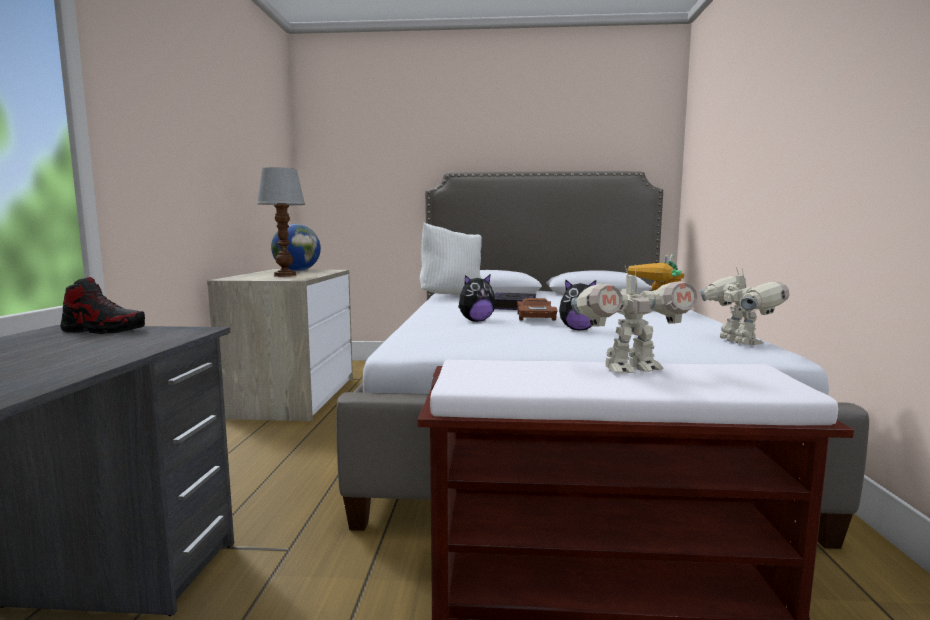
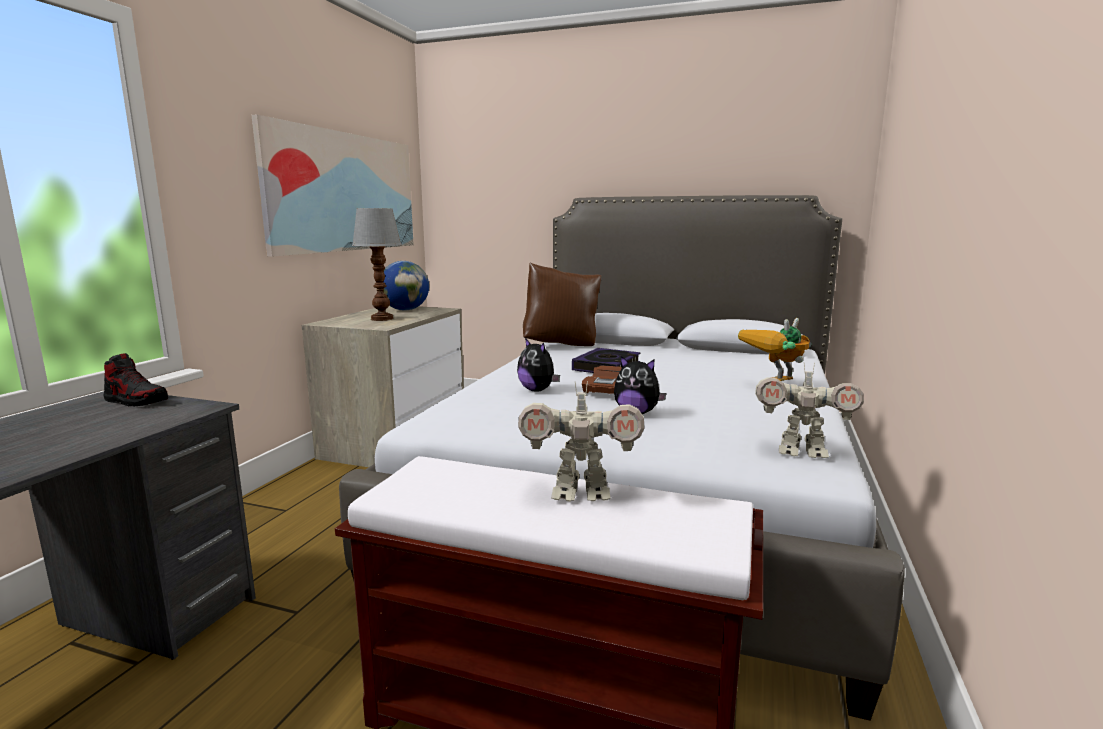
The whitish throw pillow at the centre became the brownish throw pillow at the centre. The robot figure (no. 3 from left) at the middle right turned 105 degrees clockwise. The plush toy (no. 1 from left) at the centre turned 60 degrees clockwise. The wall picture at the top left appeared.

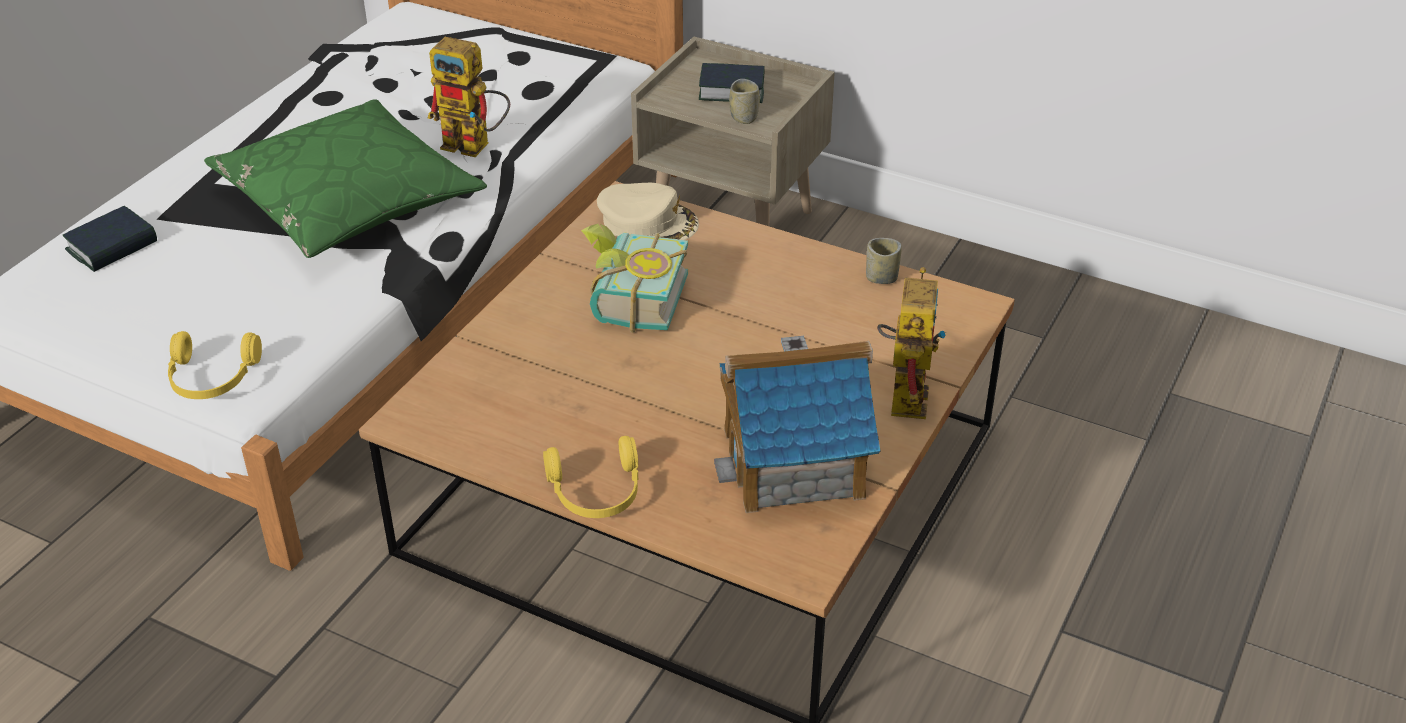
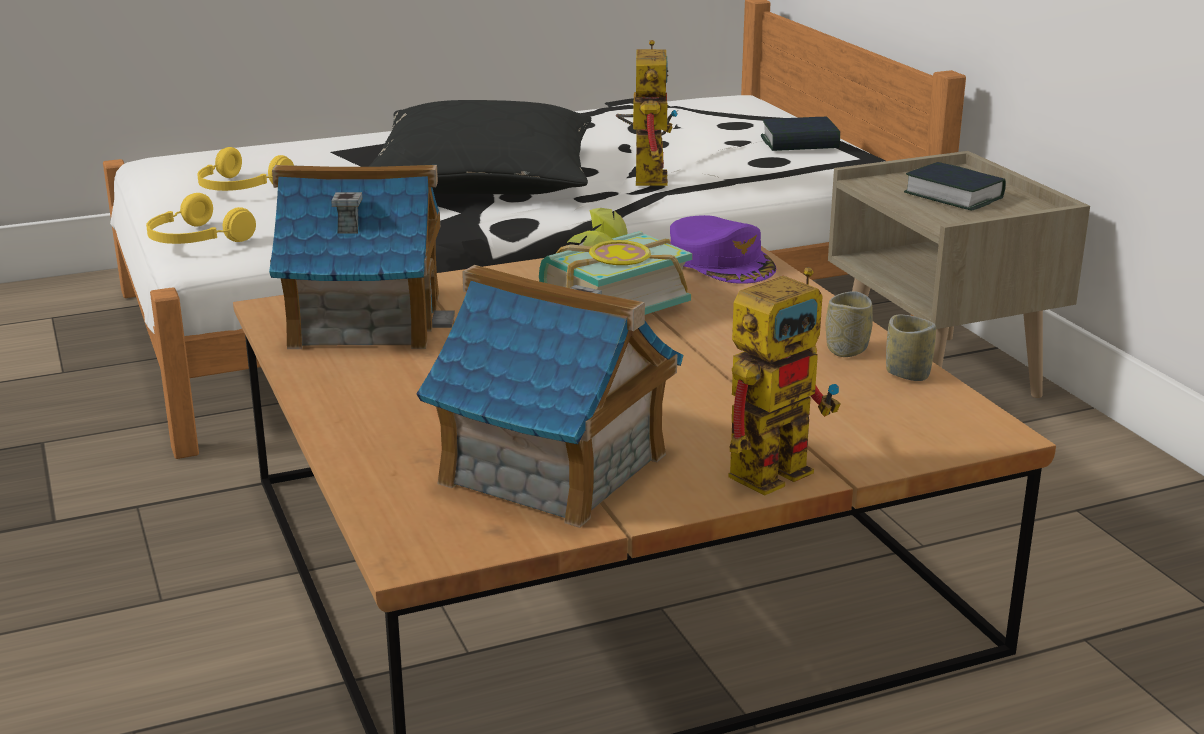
The robot figure (no. 1 from left) at the top left turned 150 degrees counterclockwise. The drinking cup (no. 1 from left) moved from the top centre to the middle right. The green-coloured throw pillow at the top left became the blackish throw pillow at the top centre. The beige-coloured baseball cap at the top centre became the purple-coloured baseball cap at the centre. The volume (no. 1 from left in the first image) moved from the top left to the top centre. The yellowish pair of headphones (no. 2 from left) moved from the centre to the top left. The toy house (no. 1 from left) at the middle left appeared.

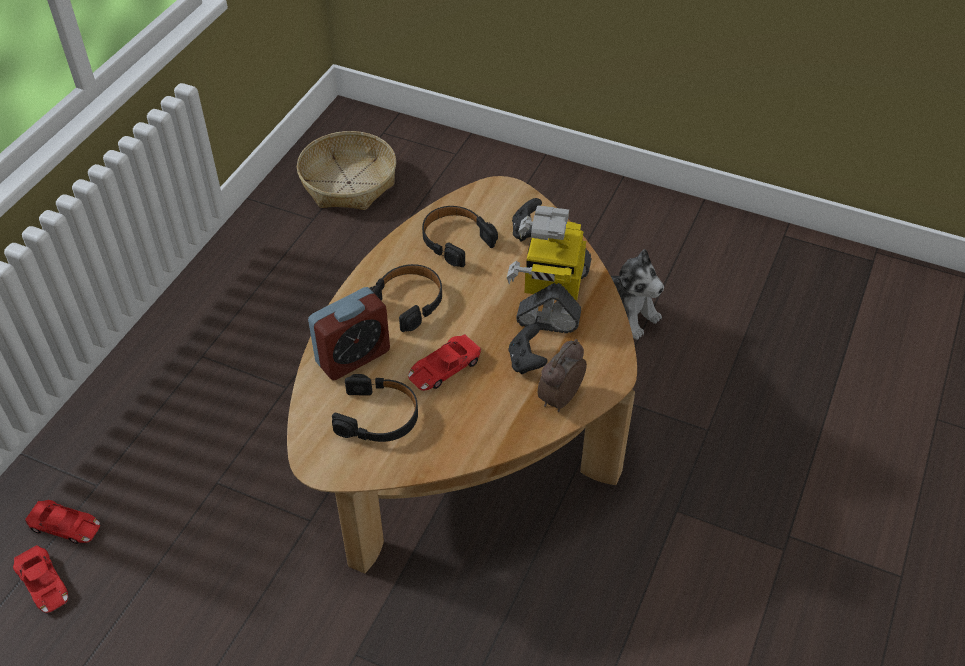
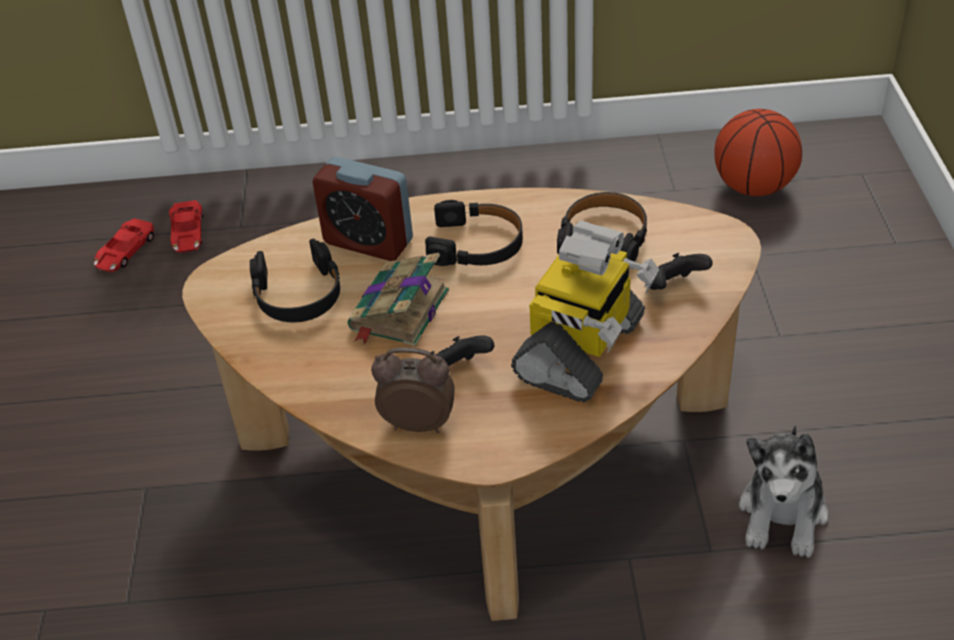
The basket at the top centre was replaced by the ball for basketball at the top right. The robot figure at the centre turned 135 degrees clockwise. The reddish miniature car (no. 3 from left) at the centre was replaced by the volume at the centre.

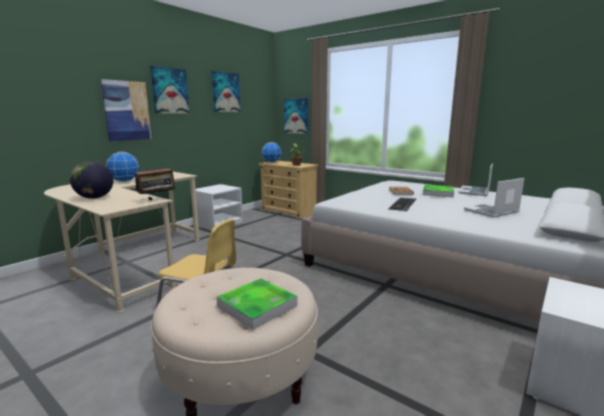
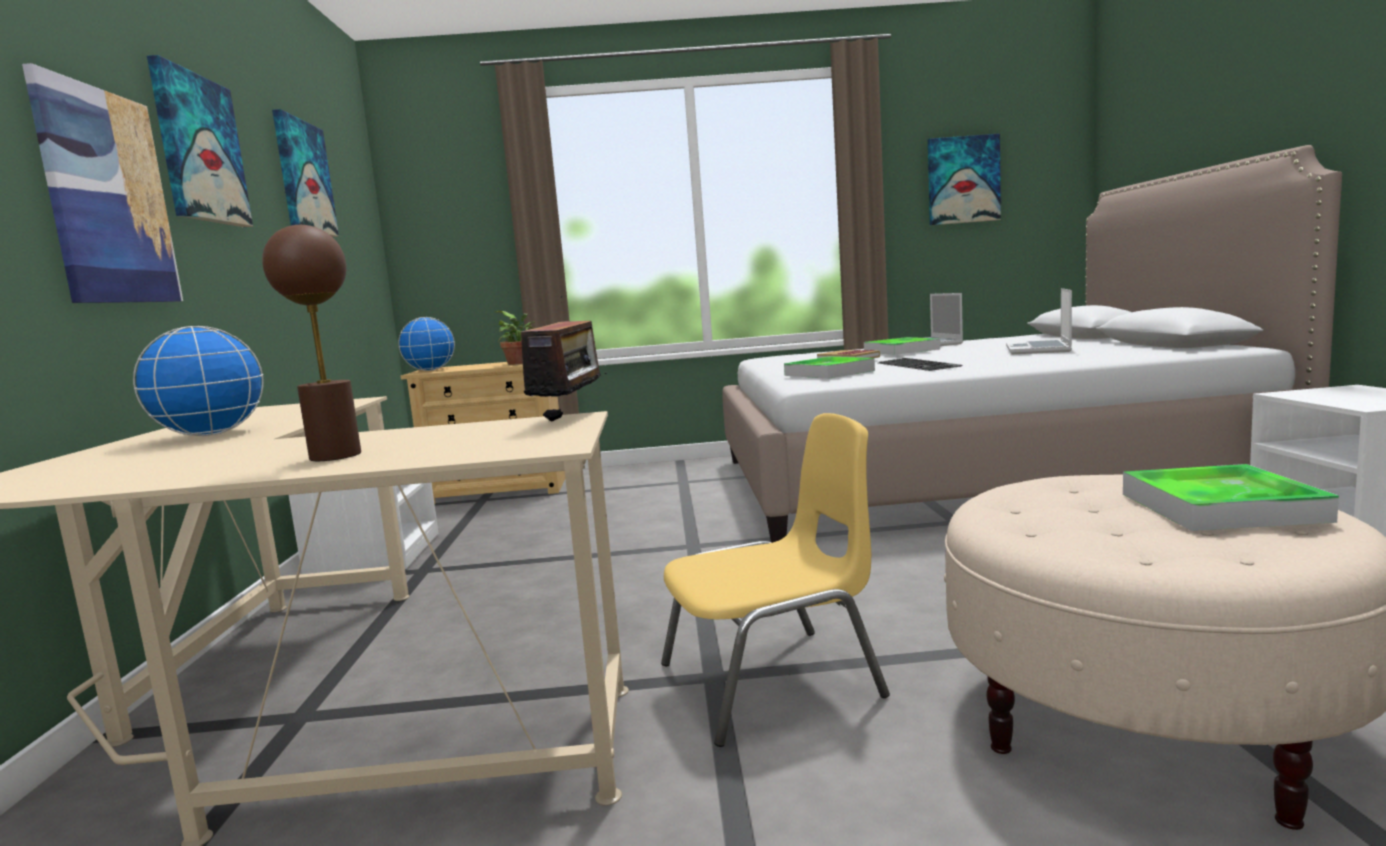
The wall picture (no. 4 from left) moved from the top centre to the top right. The world globe (no. 1 from left) at the middle left was replaced by the brownish tabletop lamp at the middle left. The tray (no. 1 from left) at the centre appeared.

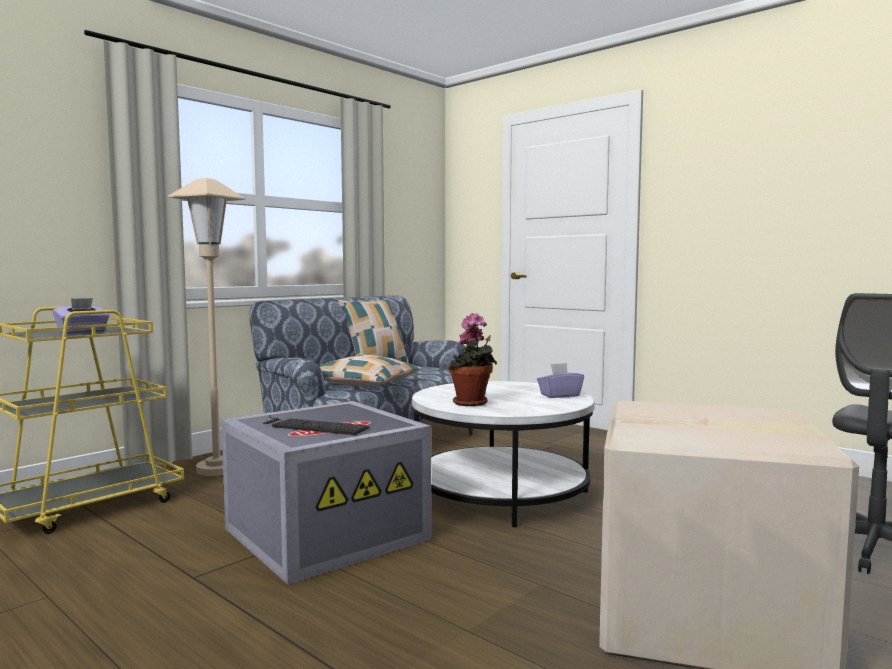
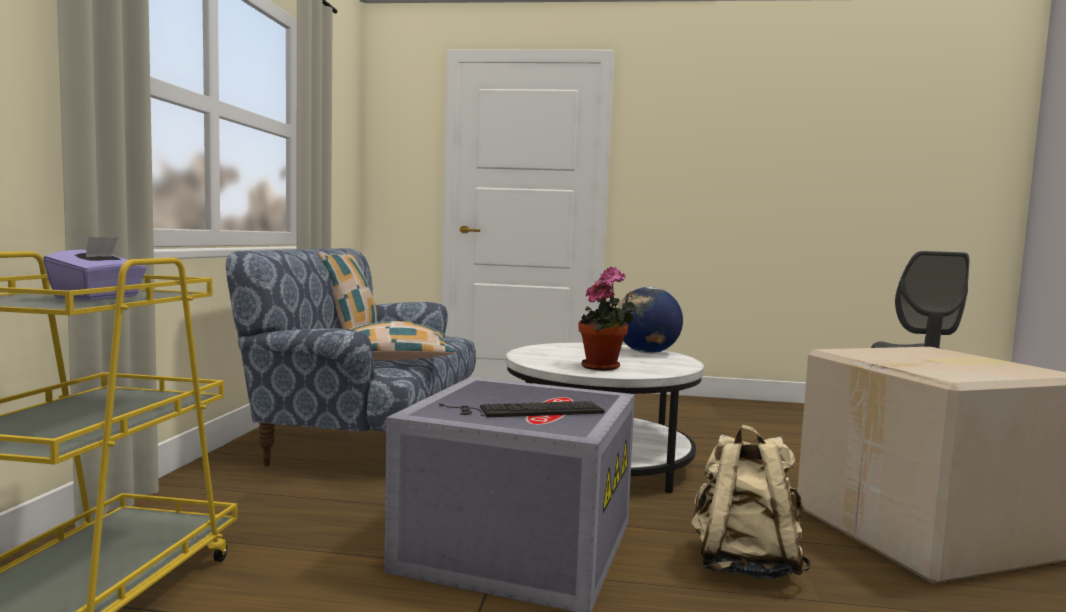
The beige-coloured floor lamp at the middle left disappeared. The purple-coloured box of tissues (no. 2 from left) at the centre was replaced by the world globe at the centre. The beige-coloured knapsack at the bottom right appeared.

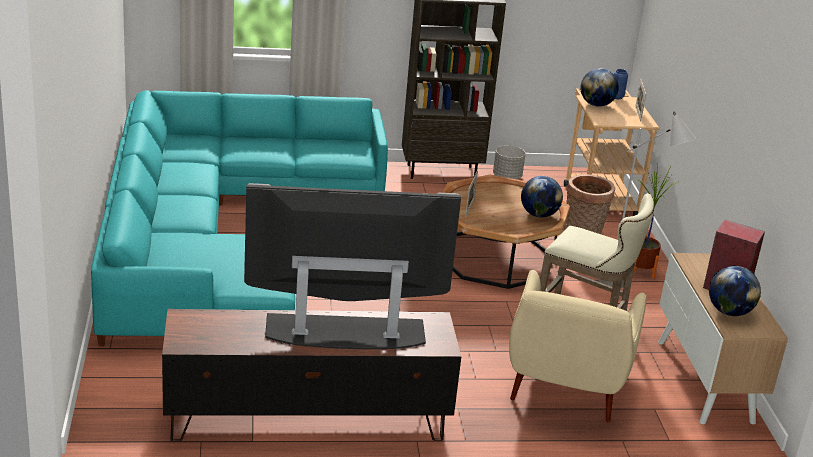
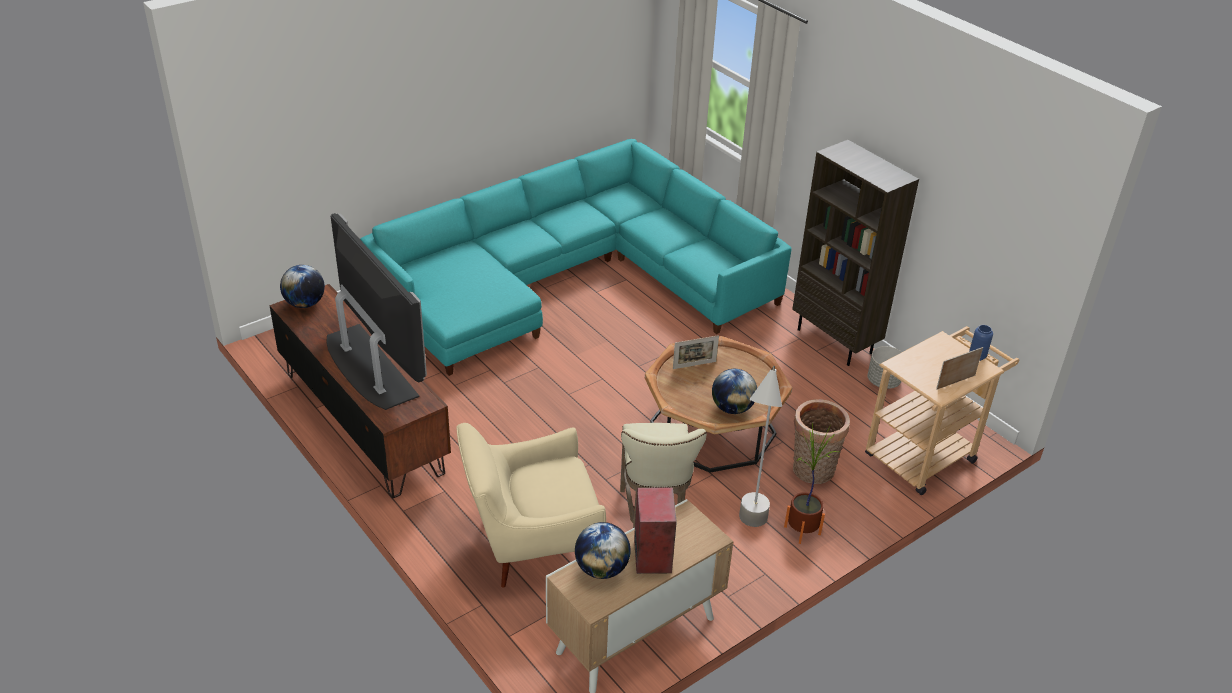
The world globe (no. 2 from left in the first image) moved from the top right to the middle left.

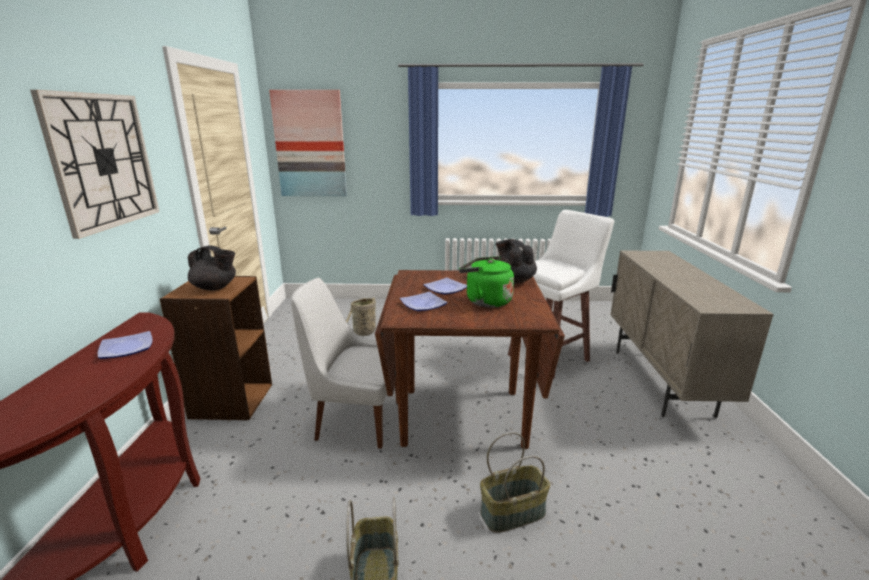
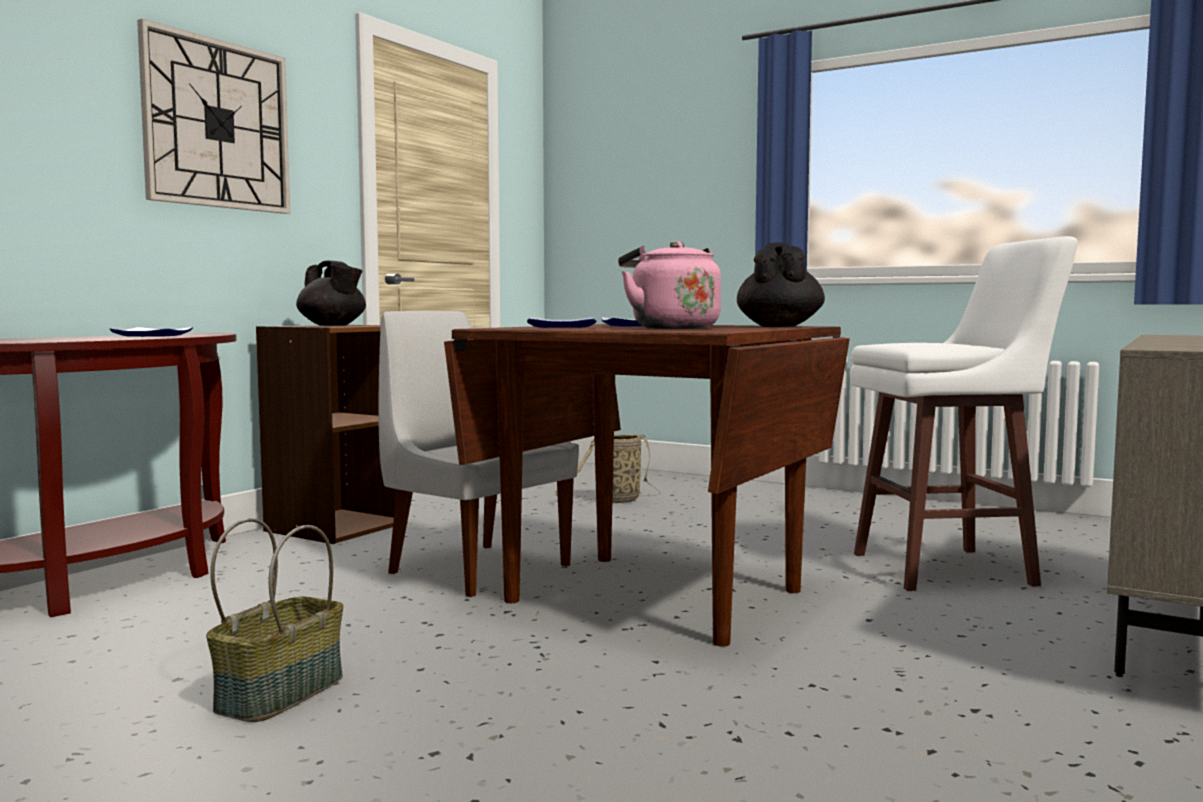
The wall picture at the top centre disappeared. The green-coloured tea kettle at the centre became the pink tea kettle at the centre. The basket (no. 3 from left) at the bottom centre disappeared.

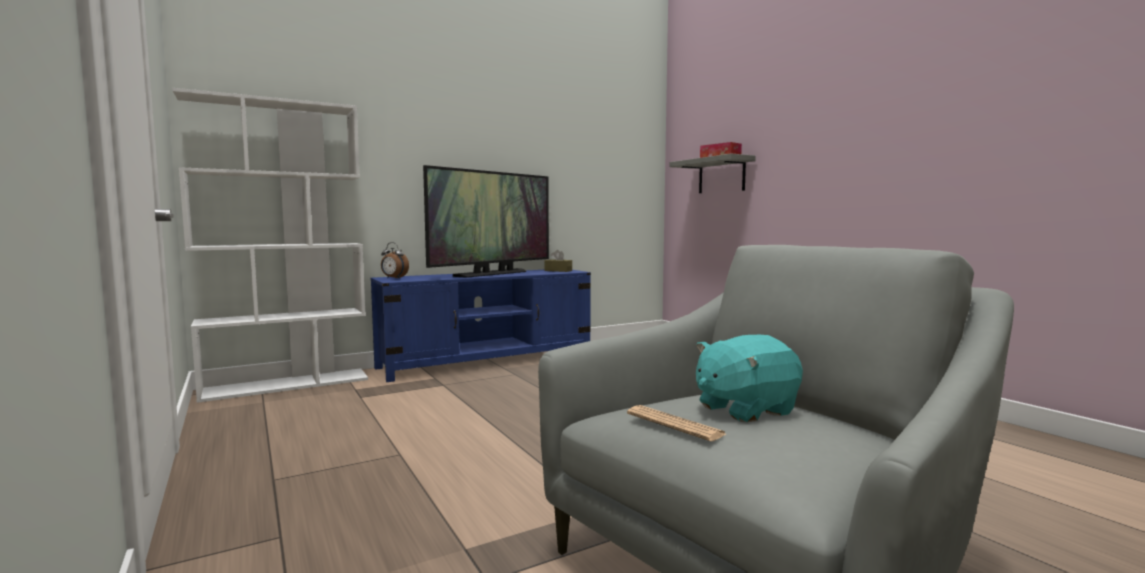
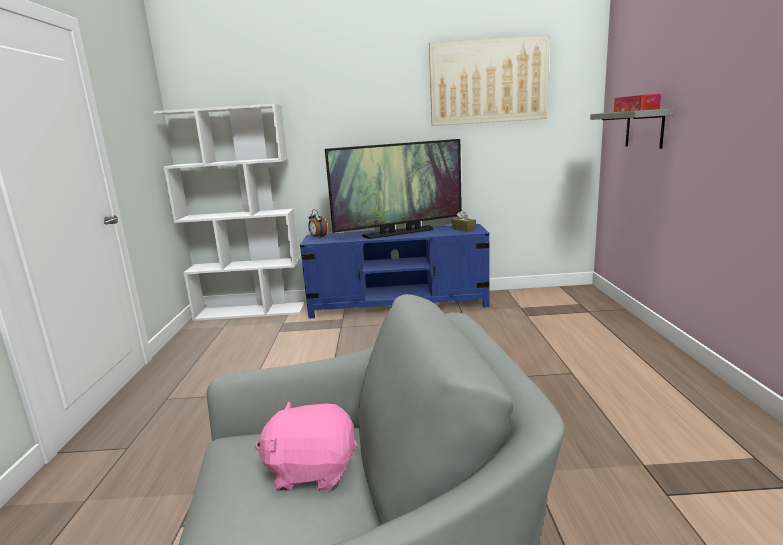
The turquoise plush toy at the centre became the pink plush toy at the bottom centre. The newspaper at the bottom centre disappeared. The wall picture at the top centre appeared.

